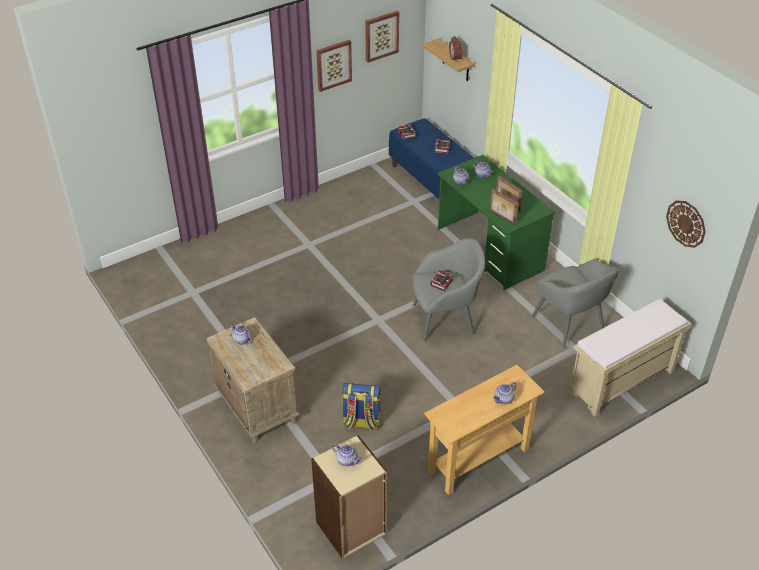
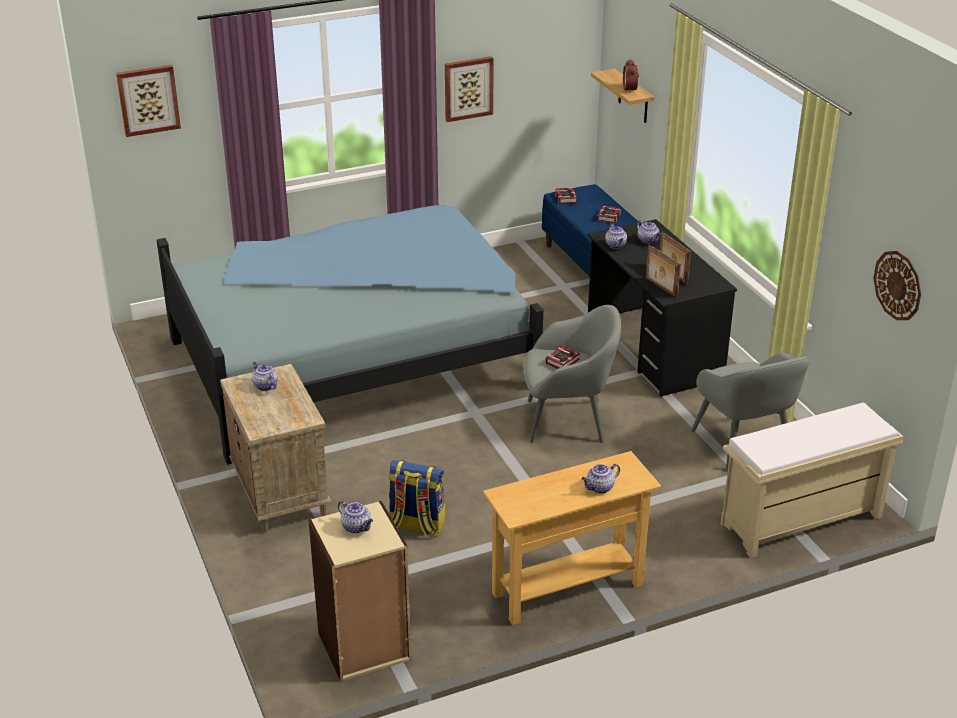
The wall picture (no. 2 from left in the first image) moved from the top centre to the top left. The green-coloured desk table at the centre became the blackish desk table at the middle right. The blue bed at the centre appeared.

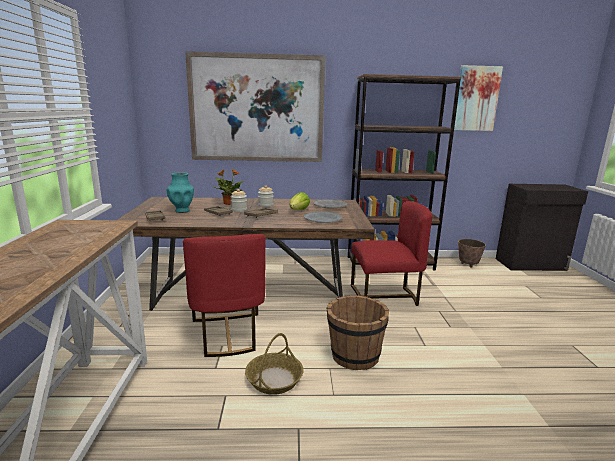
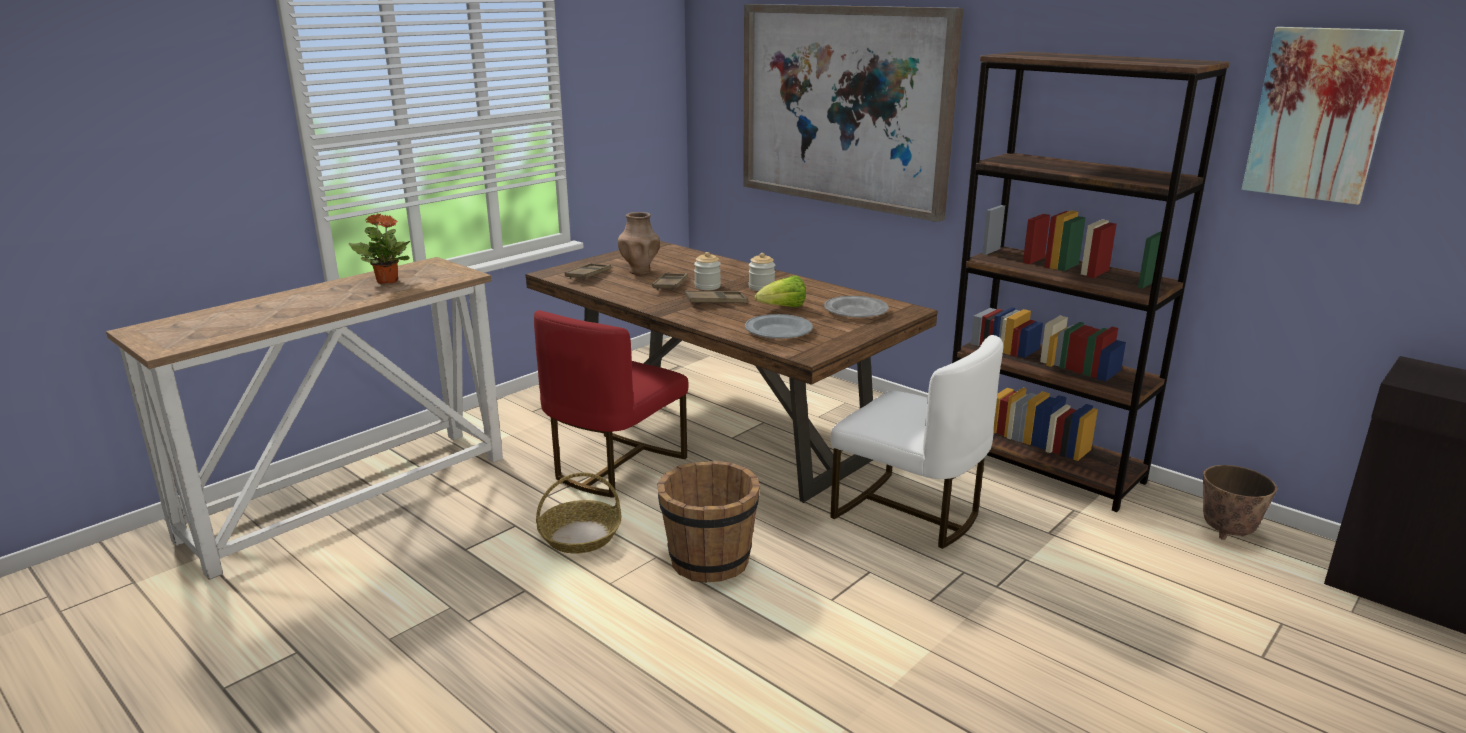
The houseplant moved from the centre to the middle left. The turquoise flower vase at the middle left became the brownish flower vase at the top centre. The reddish upright chair (no. 2 from left) at the centre became the whitish upright chair at the centre.

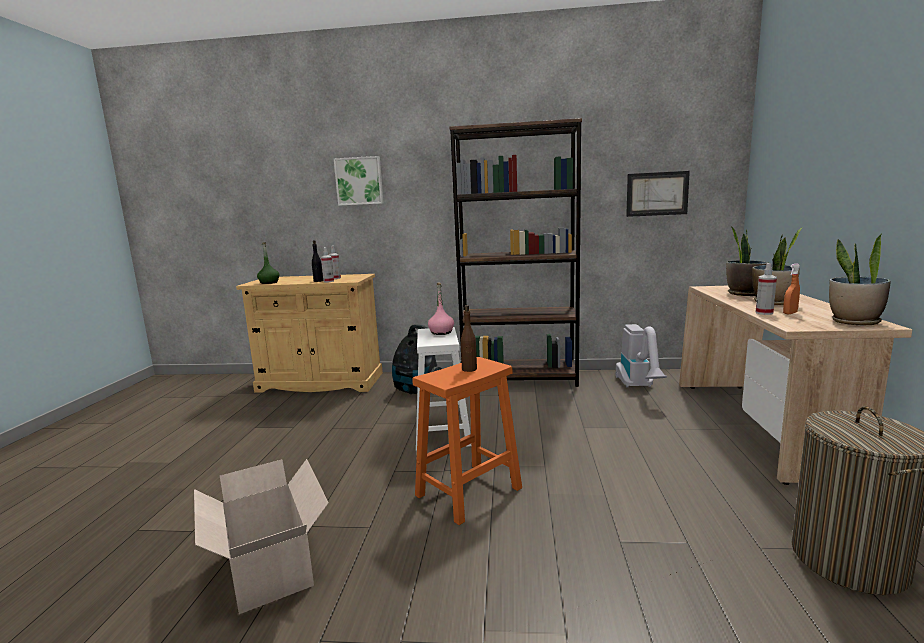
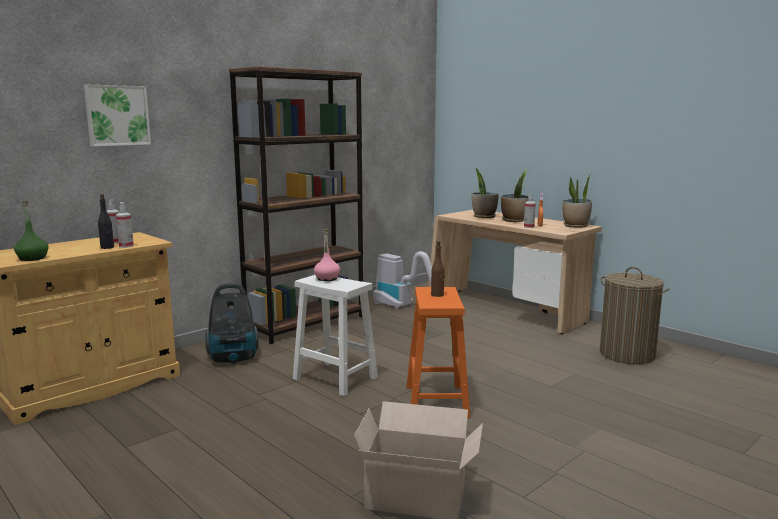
The wall picture (no. 2 from left) at the top right disappeared.

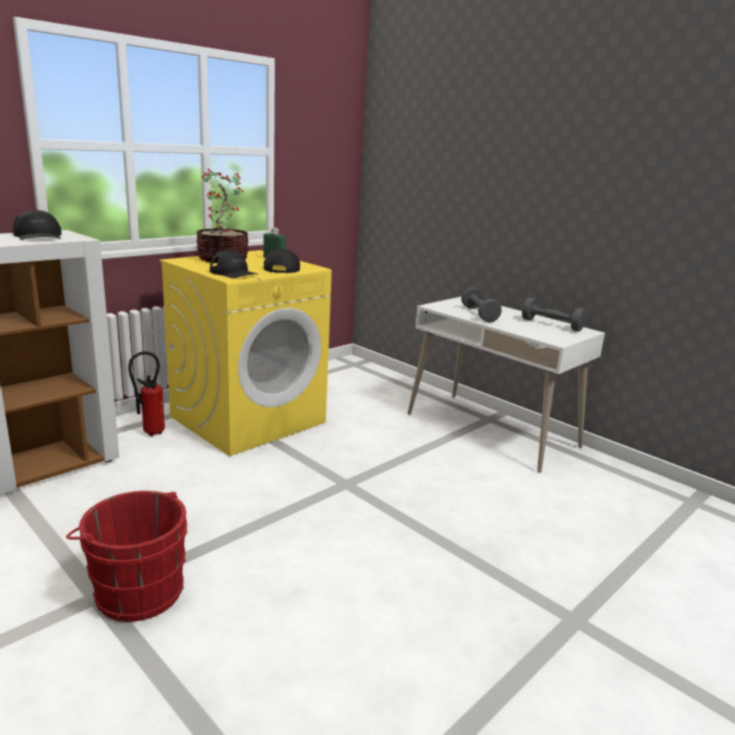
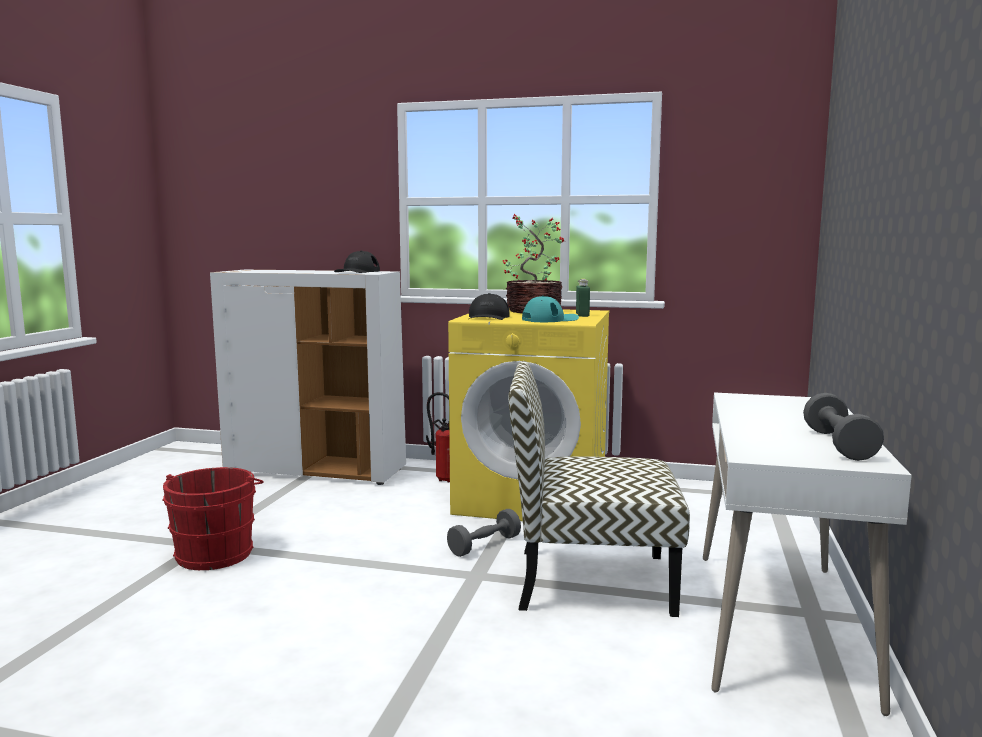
The blackish baseball cap (no. 3 from left) at the centre became the turquoise baseball cap at the centre. The gray dumbbell (no. 1 from left) moved from the centre to the bottom centre. The upright chair at the centre appeared.

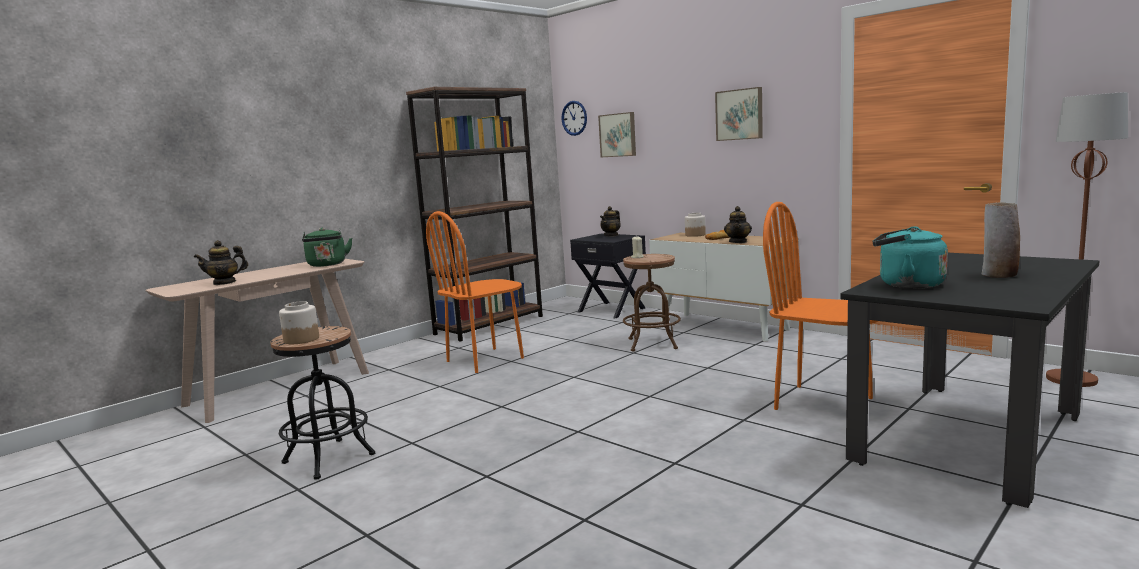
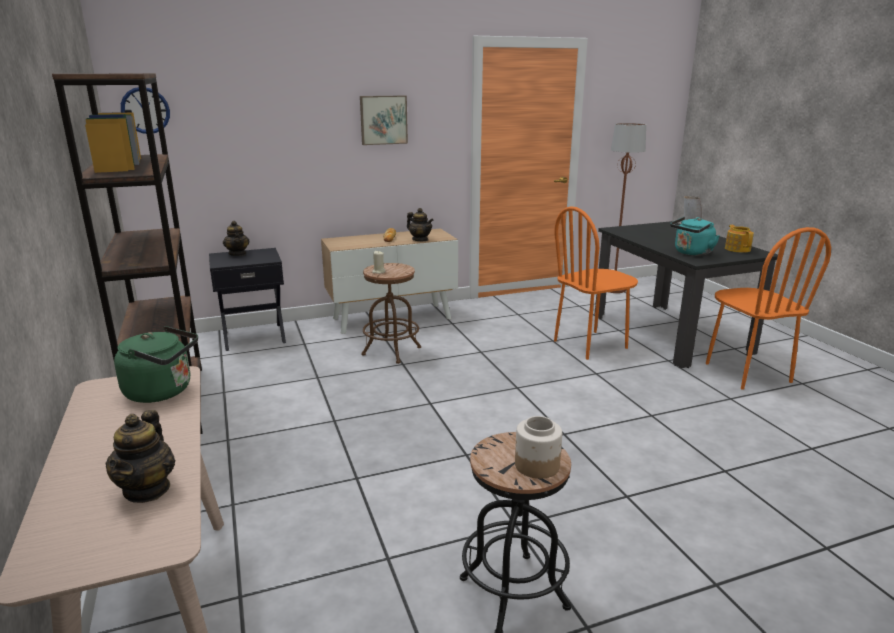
The wall picture (no. 1 from left) at the top centre disappeared. The orange upright chair (no. 1 from left in the first image) moved from the centre to the middle right. The storage jar (no. 2 from left) at the centre disappeared. The tea pot (no. 4 from left) at the middle right appeared.

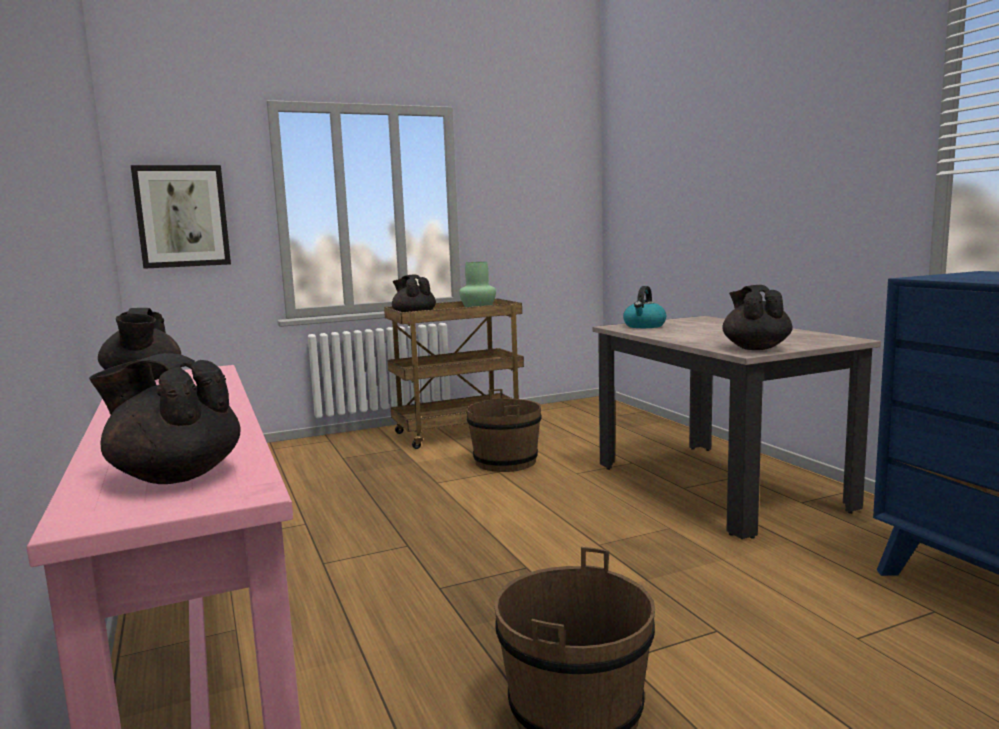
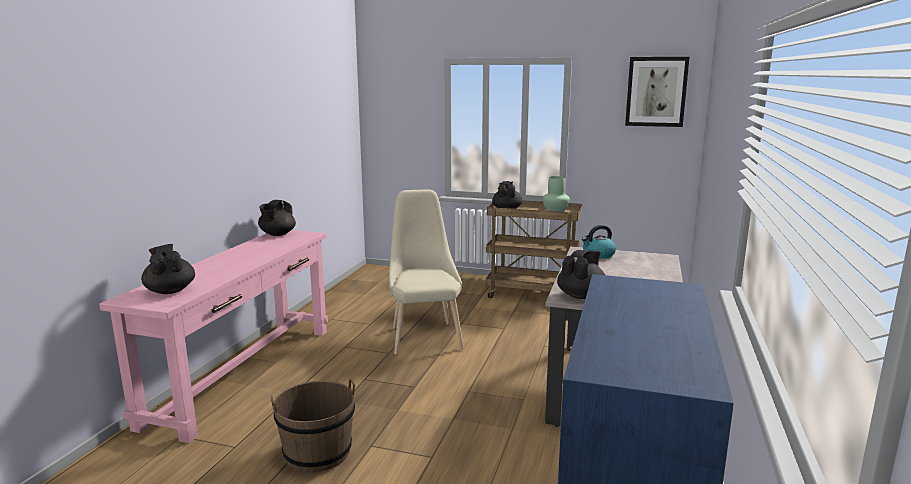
The wall picture moved from the top left to the top right. The brownish bucket (no. 1 from left) at the centre disappeared. The beige-coloured upright chair at the centre appeared.

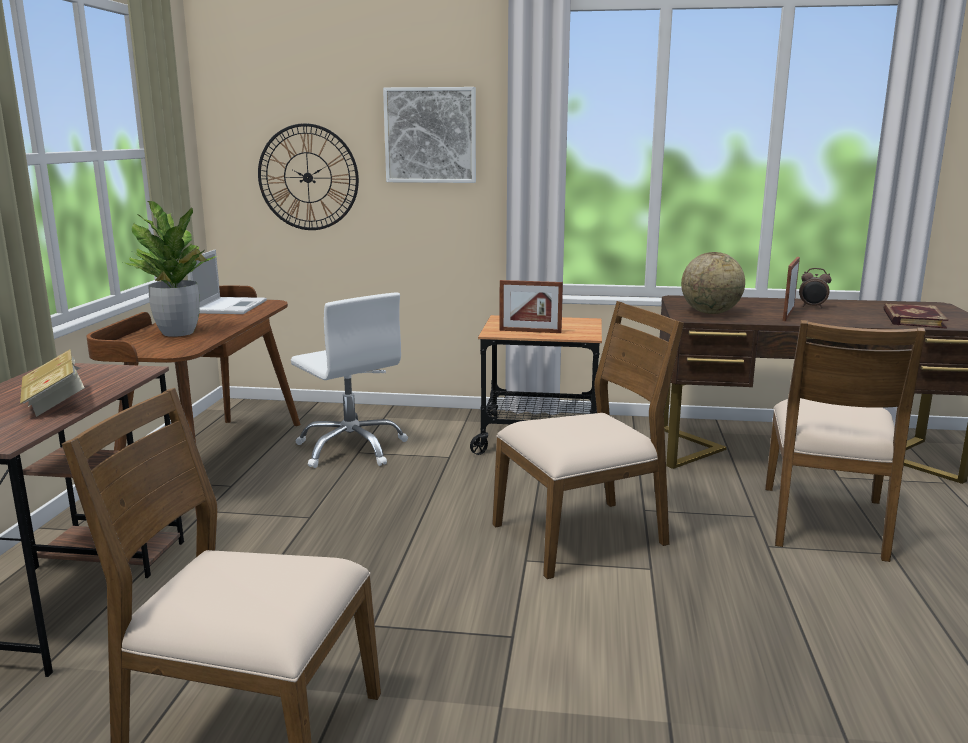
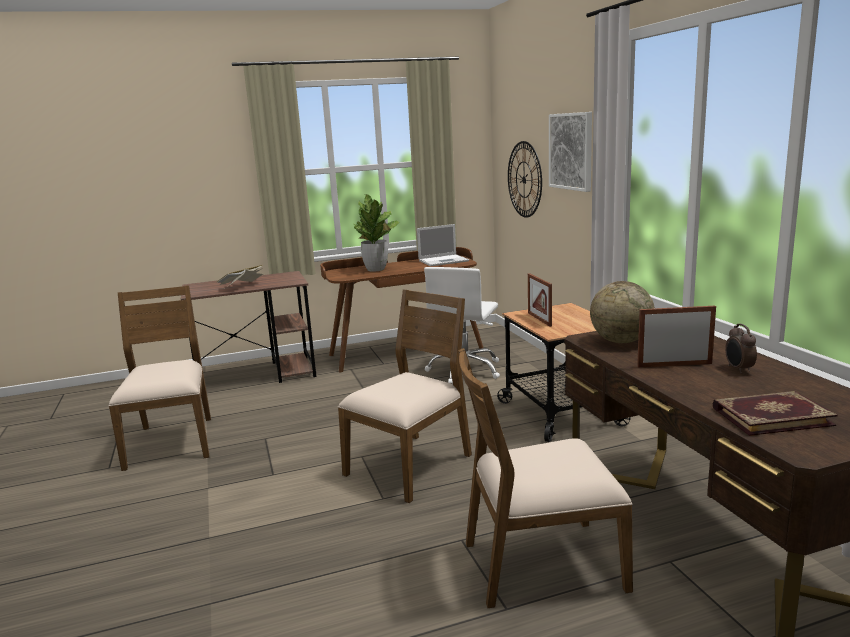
The brownish upright chair (no. 2 from left) at the centre turned 90 degrees counterclockwise.

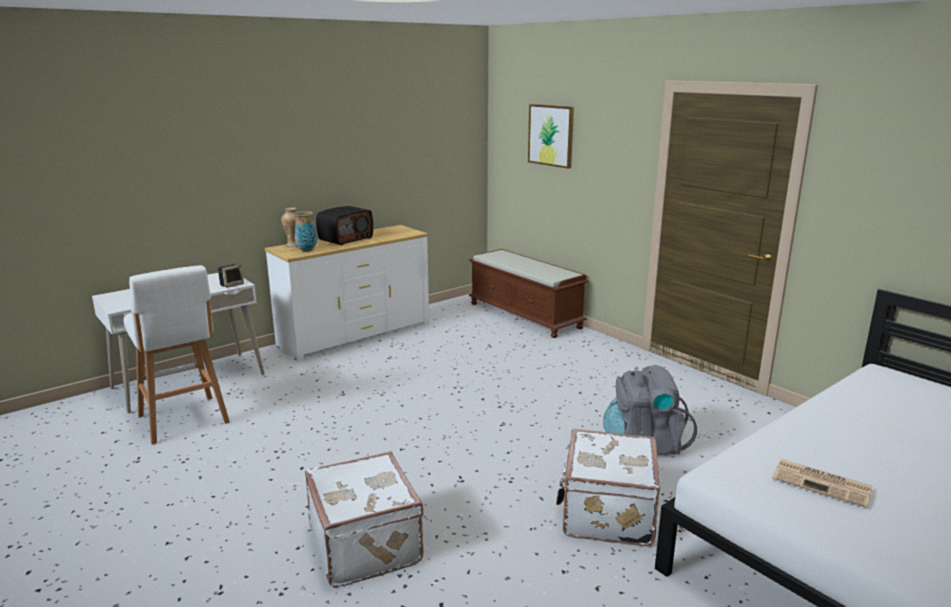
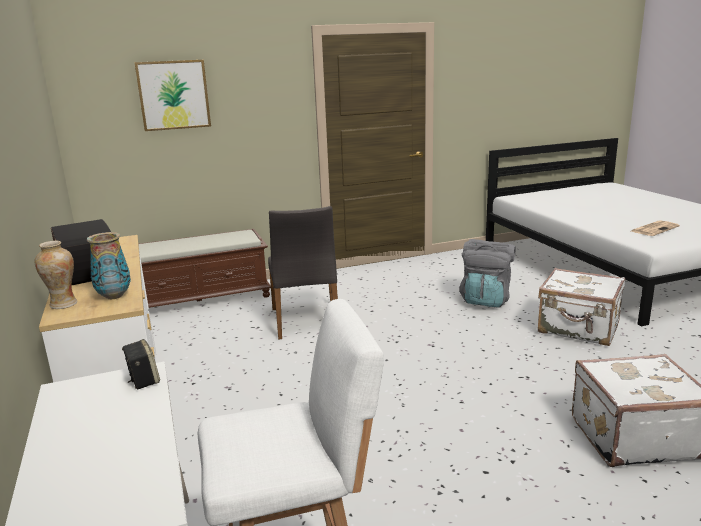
The gray upright chair at the centre appeared.

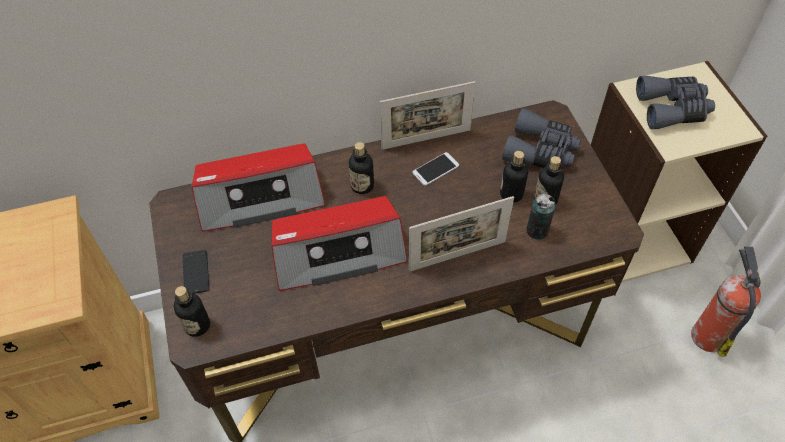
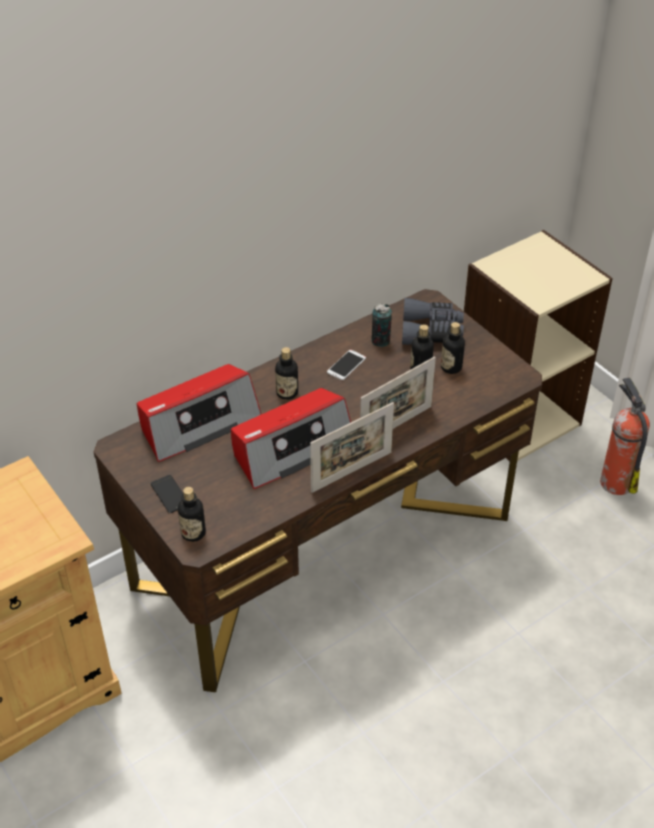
The gray pair of binoculars (no. 2 from left) at the top right disappeared. The picture frame (no. 1 from left) moved from the top centre to the centre. The sealed can moved from the middle right to the centre.

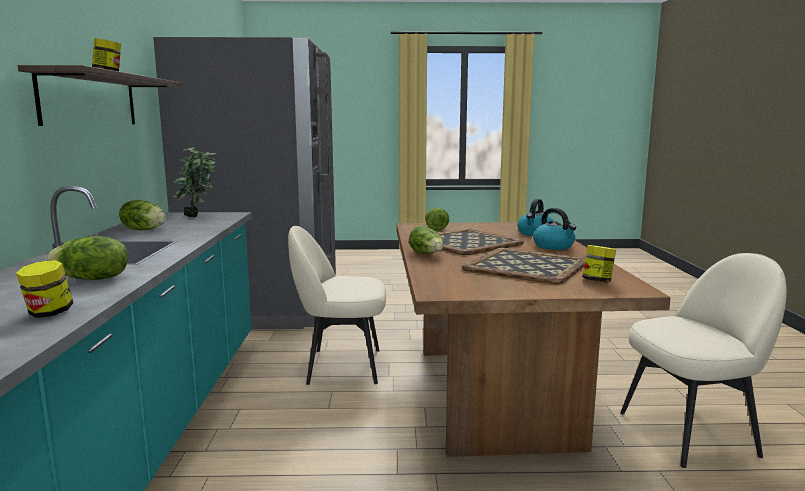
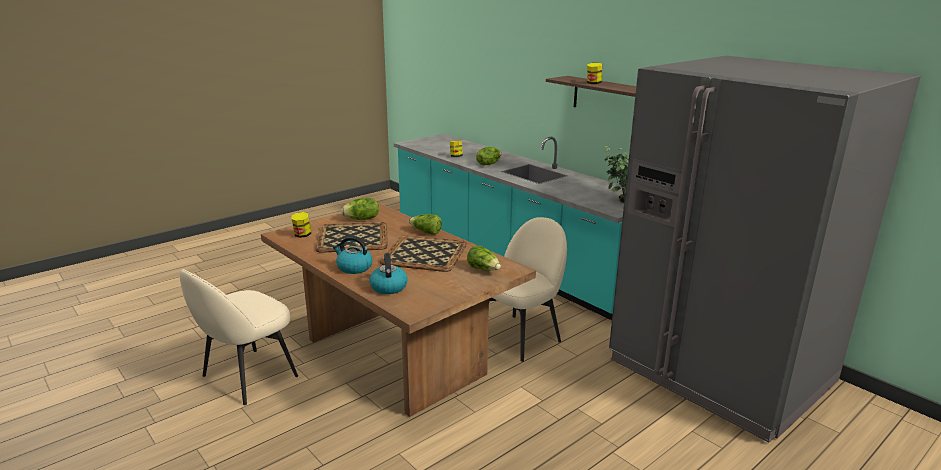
The lettuce (no. 2 from left in the first image) moved from the middle left to the centre.

